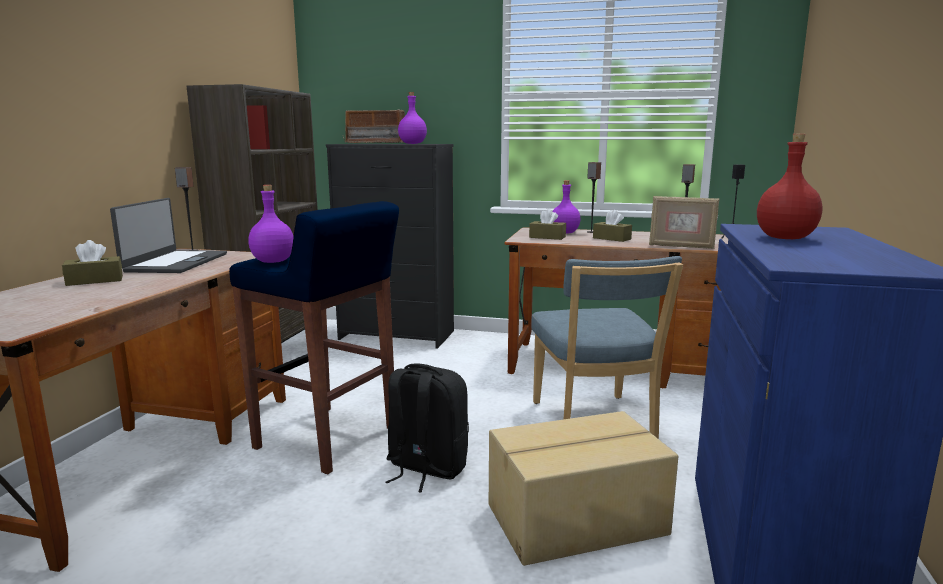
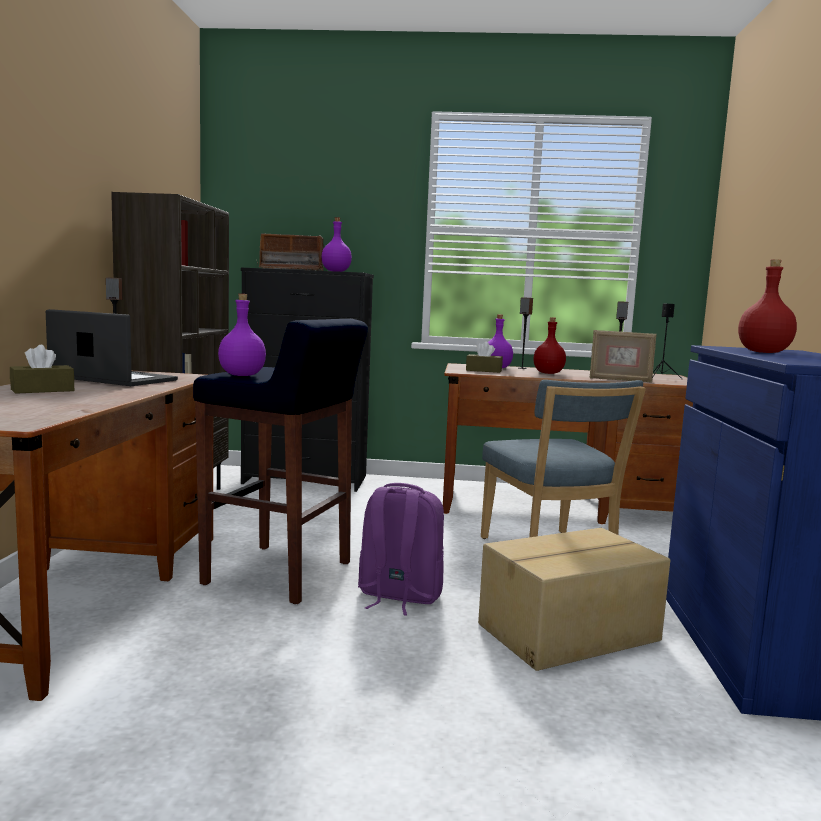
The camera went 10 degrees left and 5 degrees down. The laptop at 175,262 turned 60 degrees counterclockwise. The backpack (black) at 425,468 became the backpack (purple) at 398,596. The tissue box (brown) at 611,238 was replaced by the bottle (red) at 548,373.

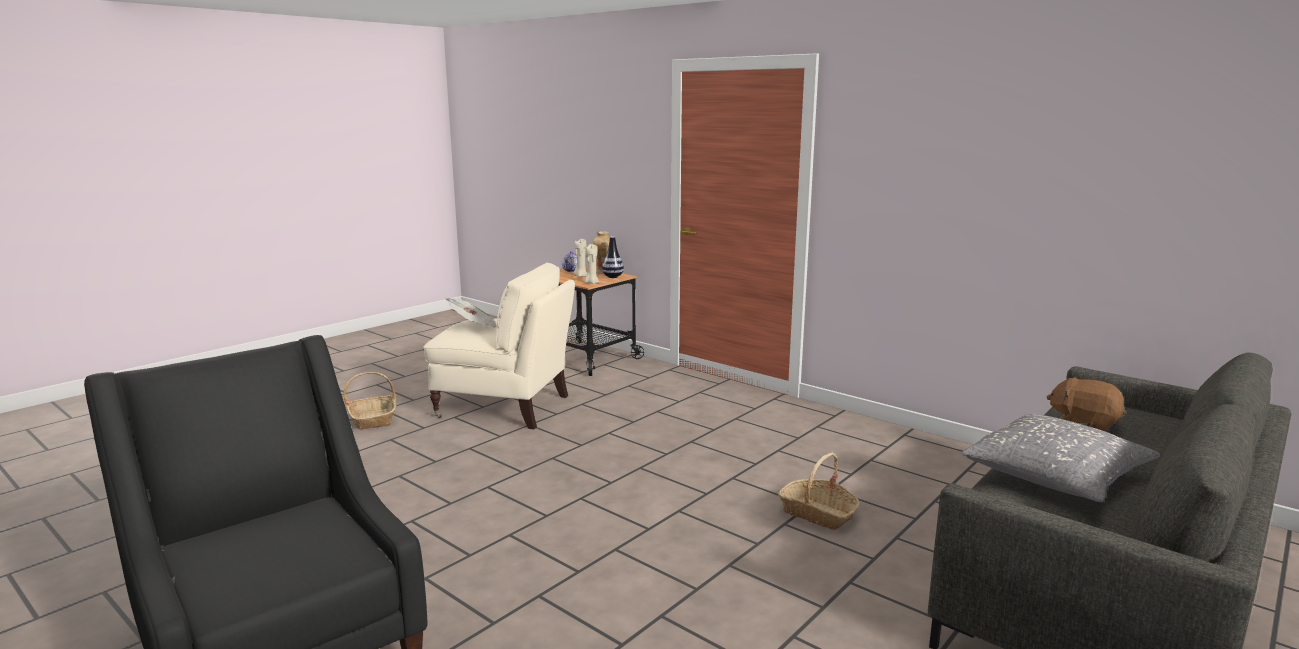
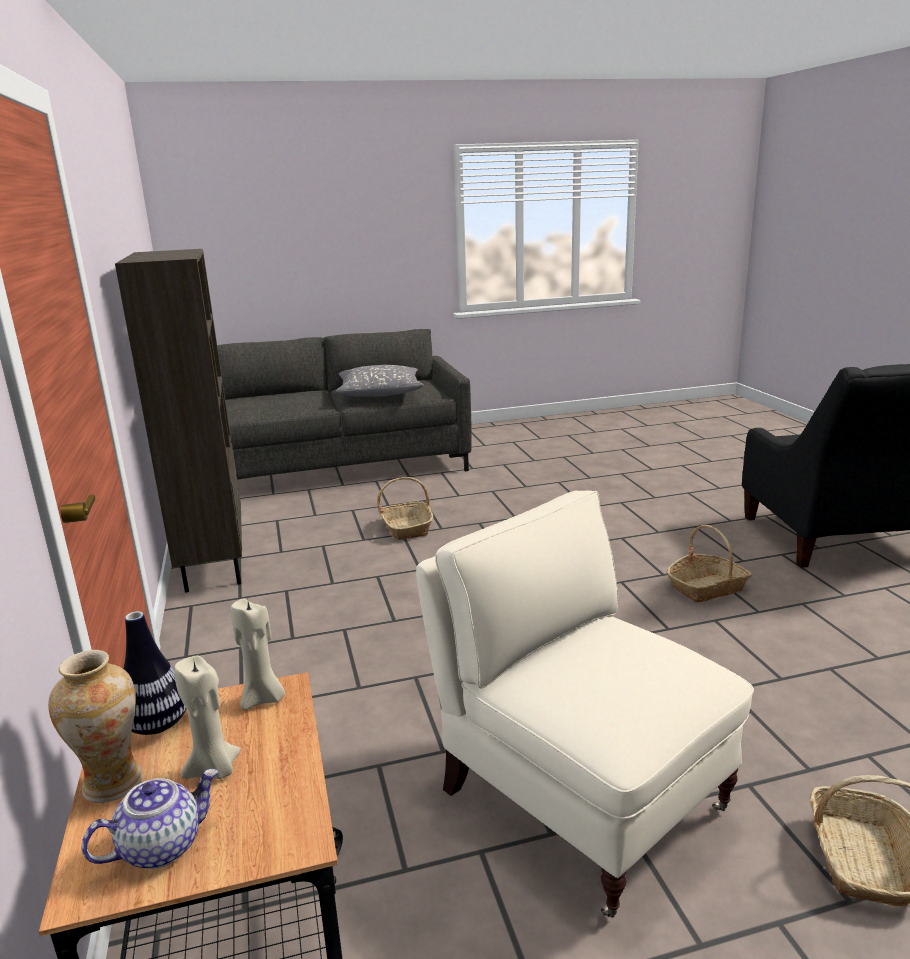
The camera went 145 degrees left and 5 degrees up. The newspaper at 474,326 disappeared. The plush toy (brown) at 1083,424 disappeared. The bookcase (brown) at 212,563 appeared. The basket at 707,588 appeared.

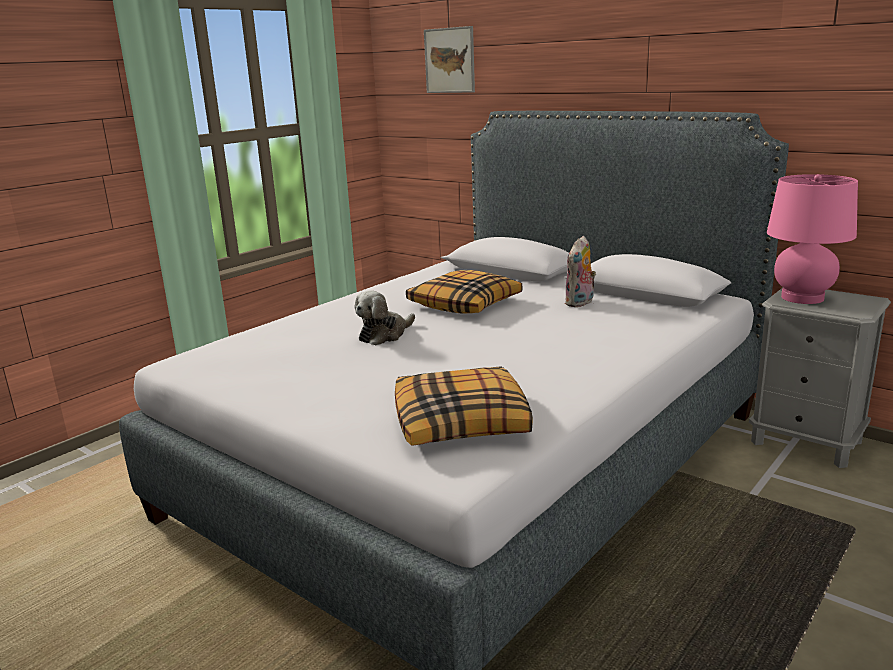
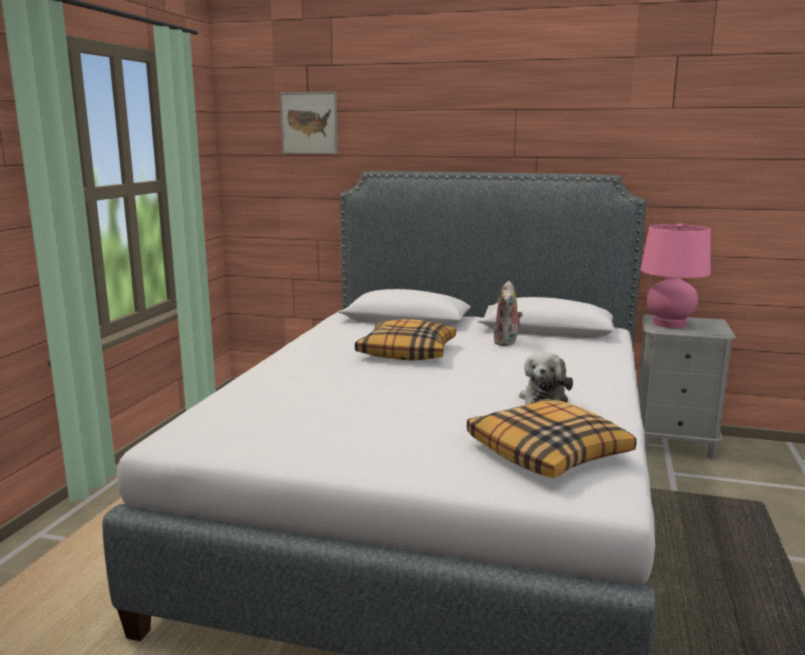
The camera went 25 degrees left and 5 degrees down. The plush toy moved from 384,335 to 544,398.

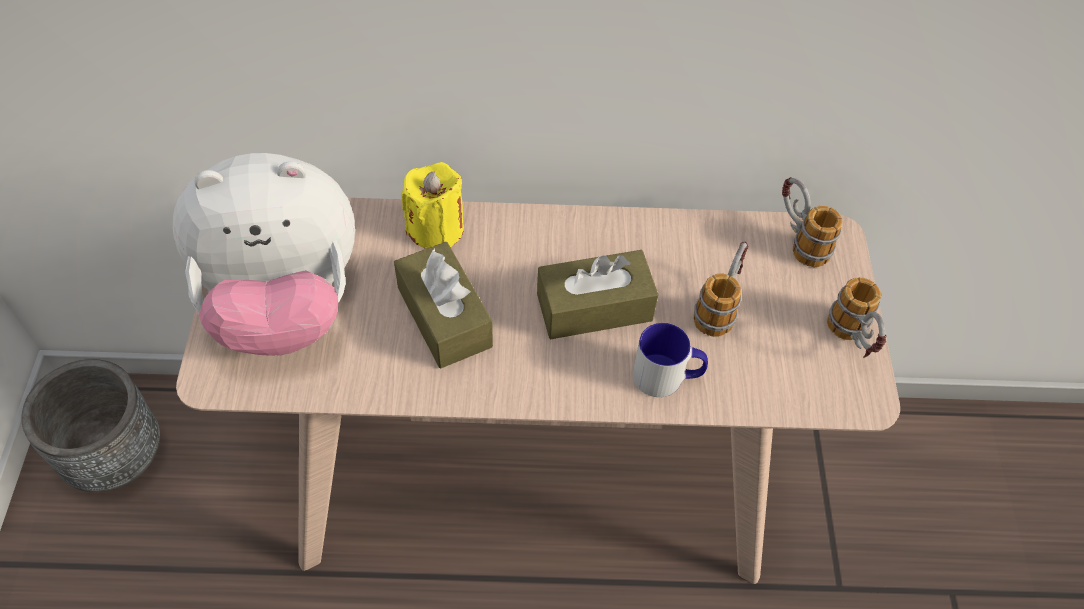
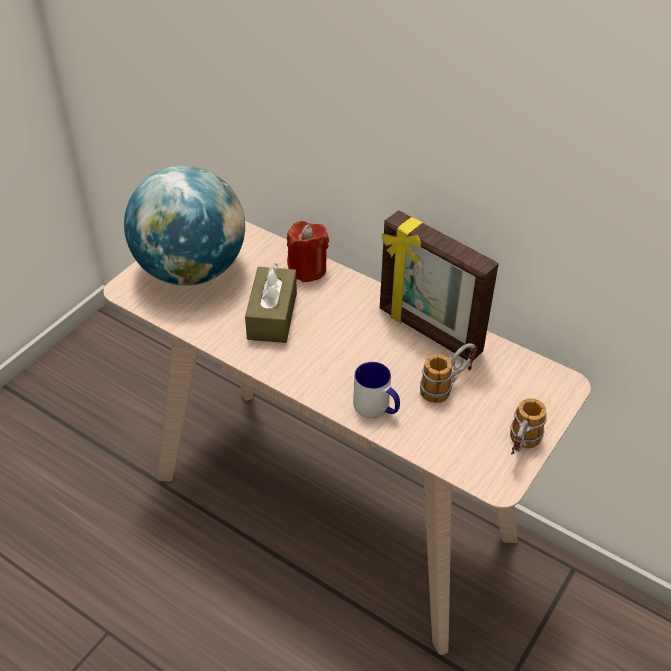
The camera went 35 degrees right and 10 degrees down. The planter (grey) at 116,456 disappeared. The plush toy at 284,305 was replaced by the globe at 191,270. The candle (yellow) at 436,229 became the candle (red) at 307,269. The tissue box (brown) at 594,307 disappeared. The mug at 798,240 disappeared. The picture frame at 428,332 appeared.

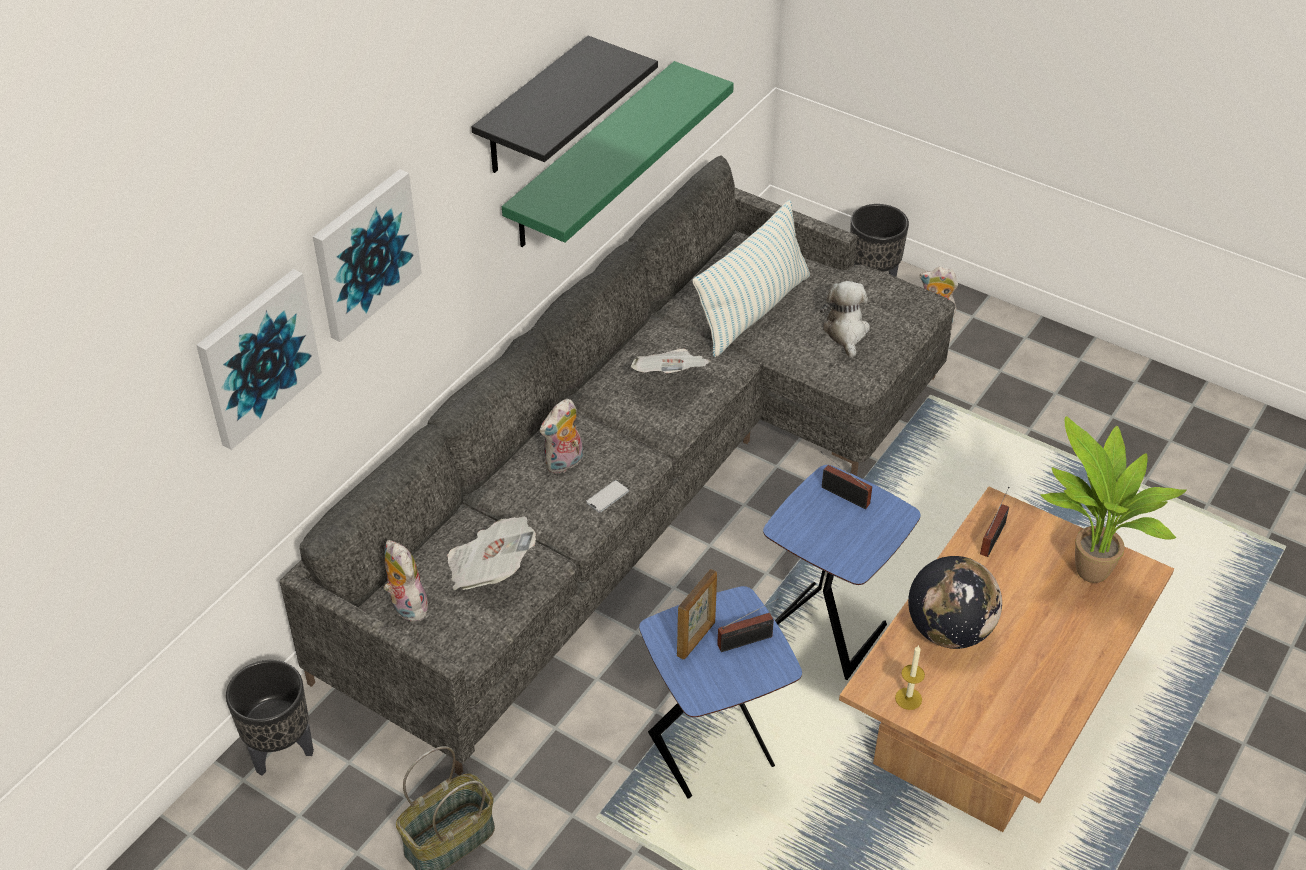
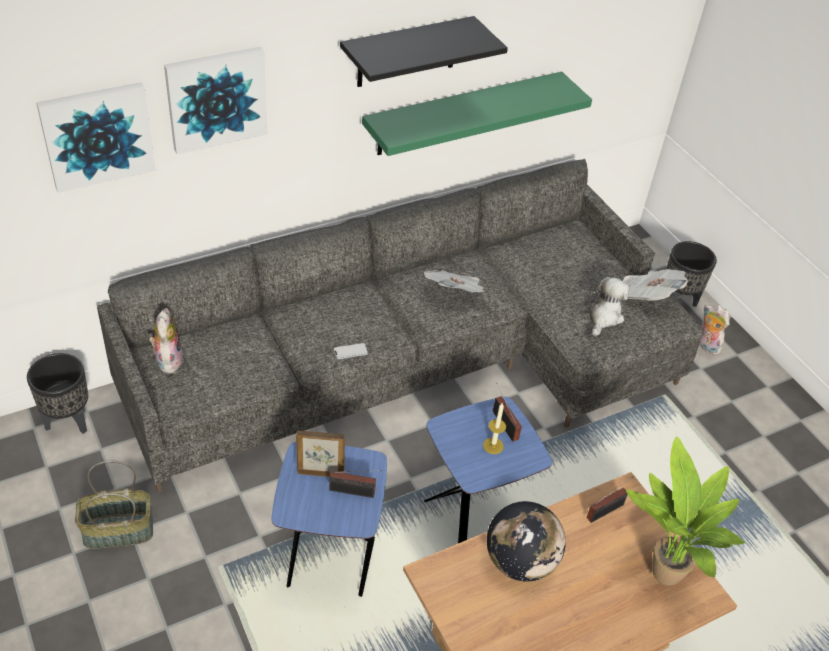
The camera went 25 degrees right and 0 degrees up. The newspaper moved from 490,569 to 647,296. The plush toy at 564,464 disappeared. The picture frame at 696,639 turned 150 degrees counterclockwise. The pillow at 753,310 disappeared. The candle moved from 908,698 to 493,446.

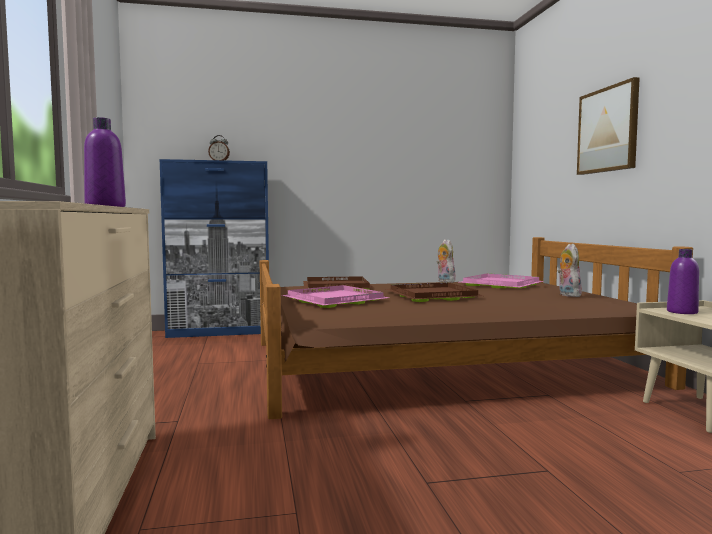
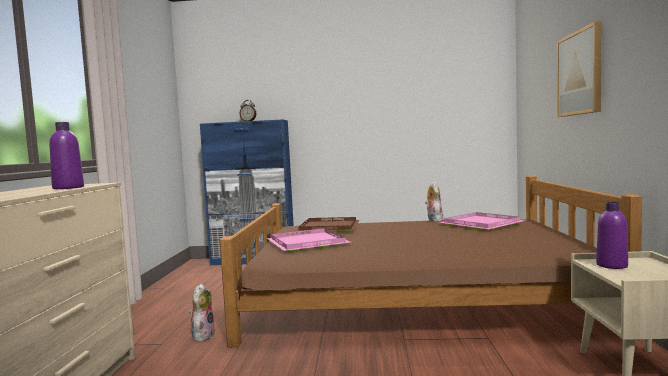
The camera went 15 degrees right and 0 degrees up. The tray (brown) at 431,296 disappeared. The plush toy moved from 567,295 to 202,336.

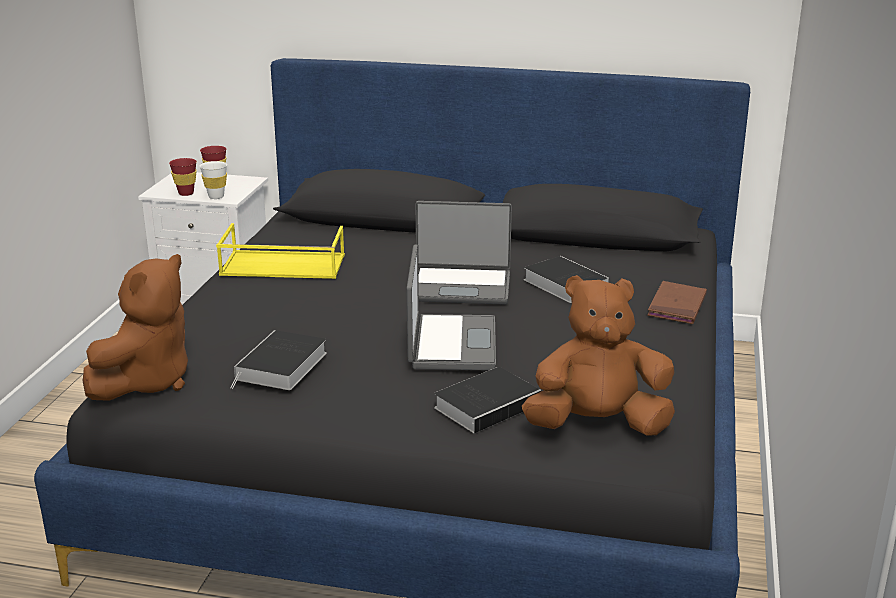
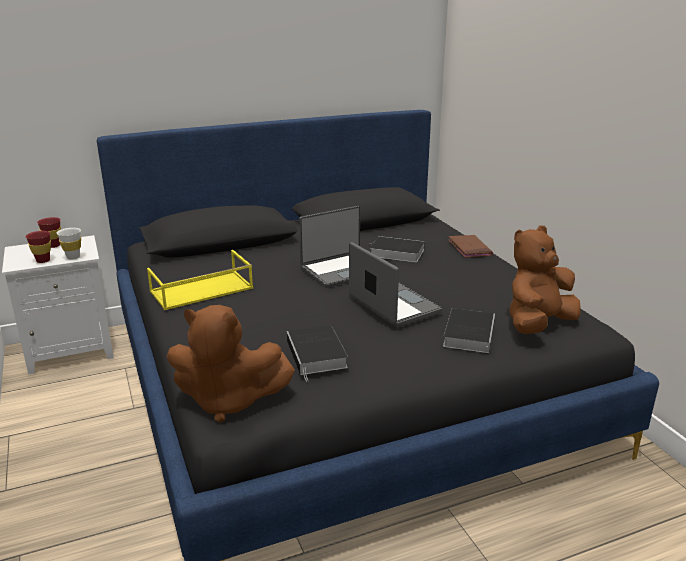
The camera went 35 degrees left and 0 degrees up. The plush toy (brown) at 147,381 turned 105 degrees clockwise.

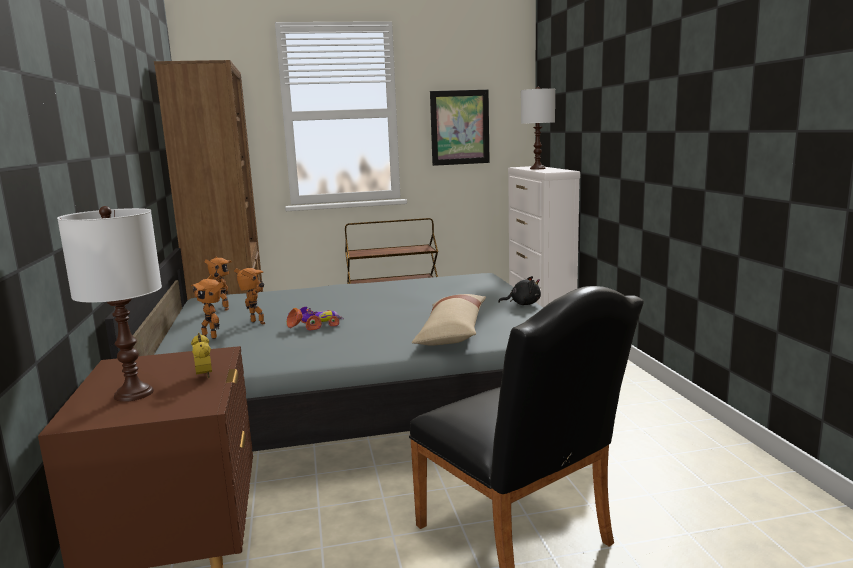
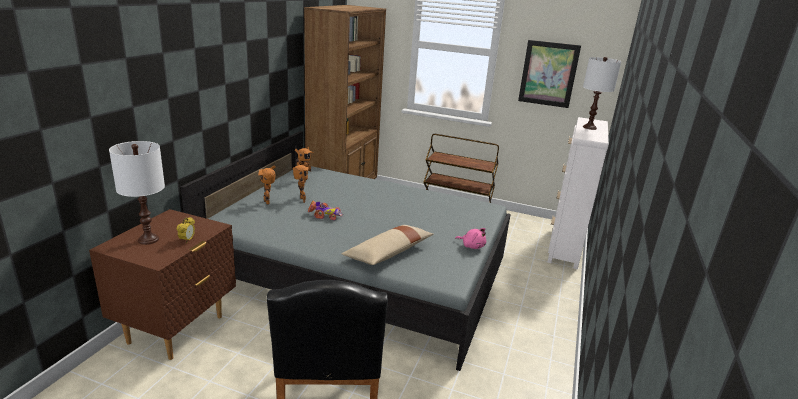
The camera went 30 degrees right and 10 degrees up. The plush toy (black) at 523,304 became the plush toy (pink) at 472,246.

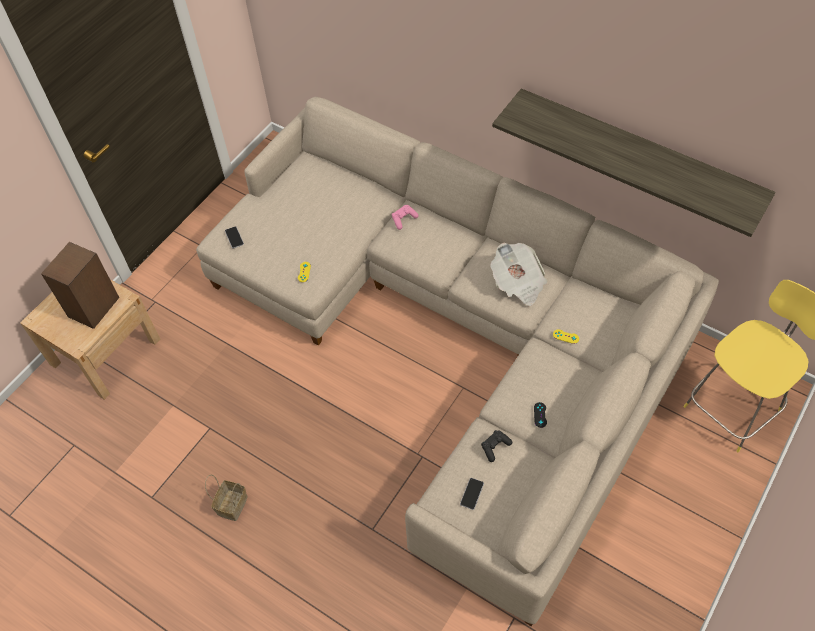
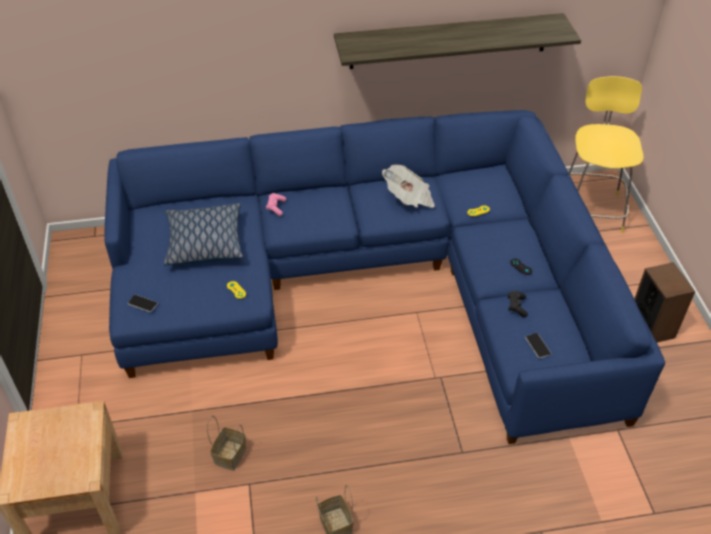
The camera went 45 degrees left and 10 degrees down. The speaker moved from 94,307 to 651,326. The sofa (beige) at 457,335 became the sofa (blue) at 373,282. The pillow at 204,242 appeared. The basket at 230,454 appeared.

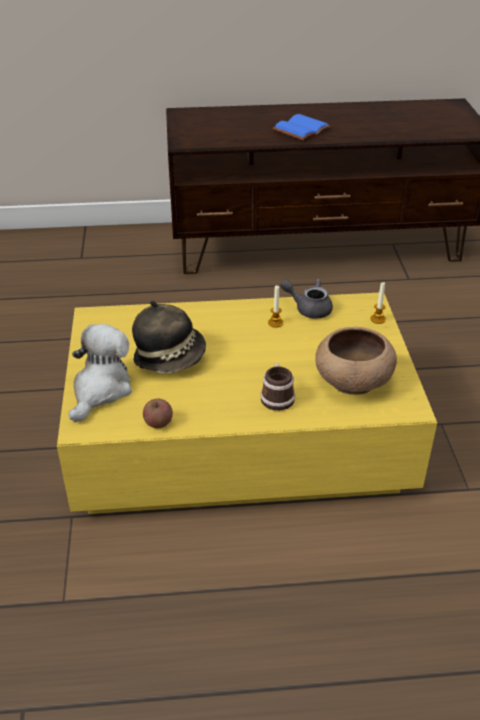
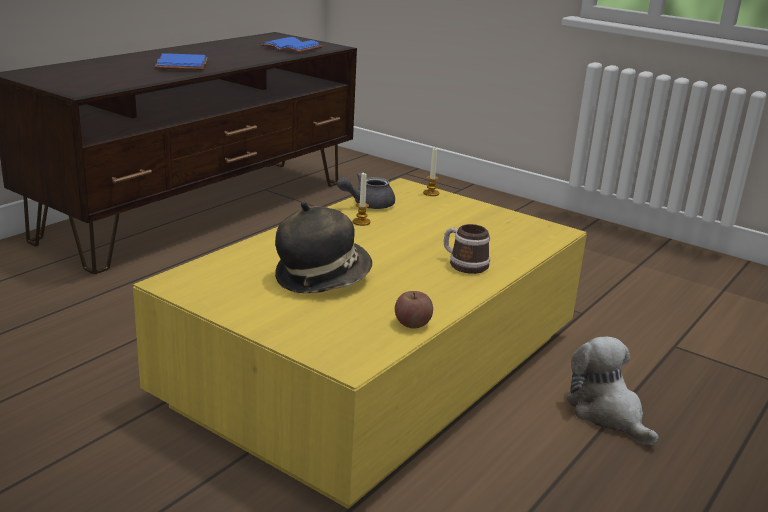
The camera went 50 degrees left and 15 degrees down. The plush toy moved from 100,390 to 607,414. The bowl (brown) at 352,381 disappeared. The book (blue) at 293,48 appeared.

